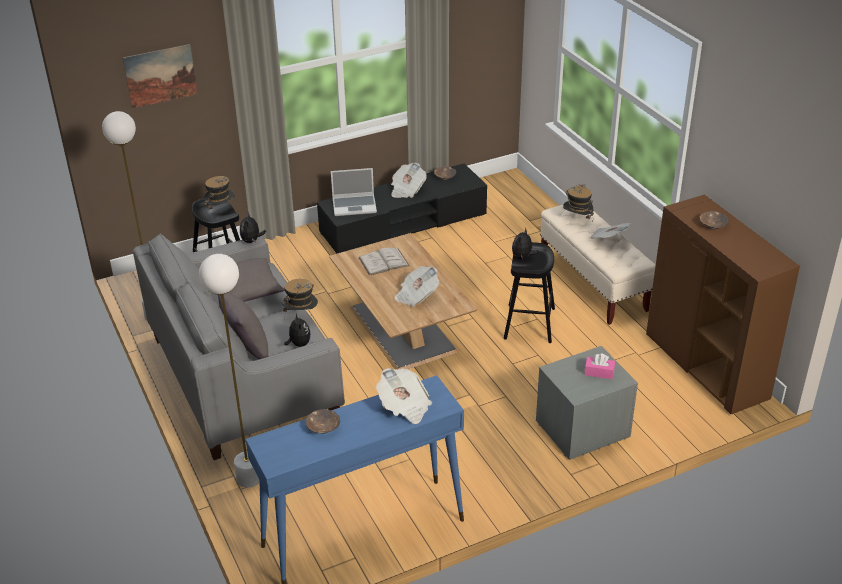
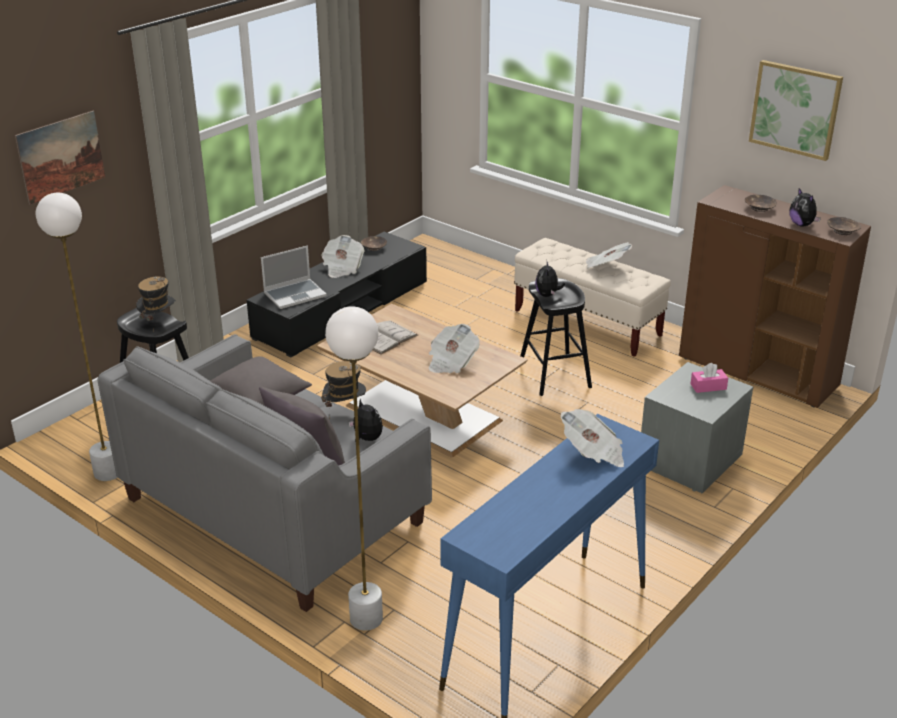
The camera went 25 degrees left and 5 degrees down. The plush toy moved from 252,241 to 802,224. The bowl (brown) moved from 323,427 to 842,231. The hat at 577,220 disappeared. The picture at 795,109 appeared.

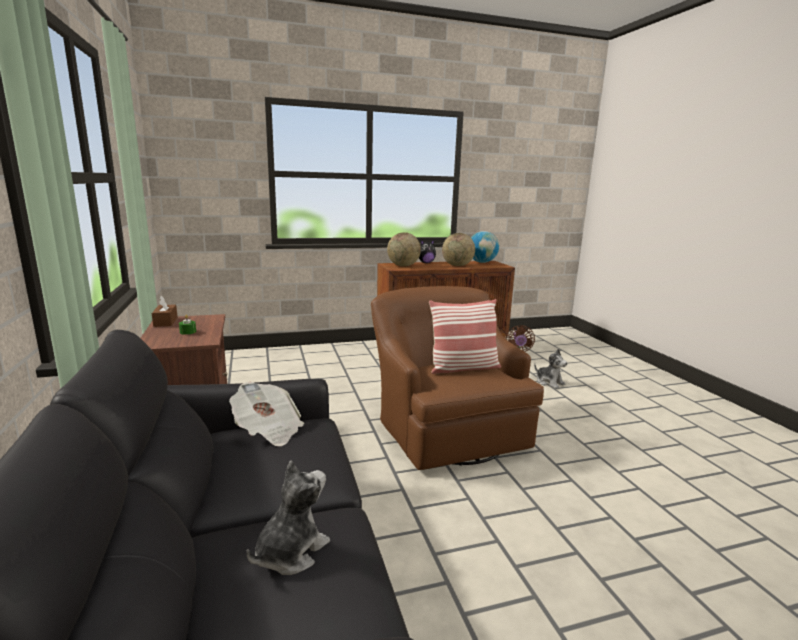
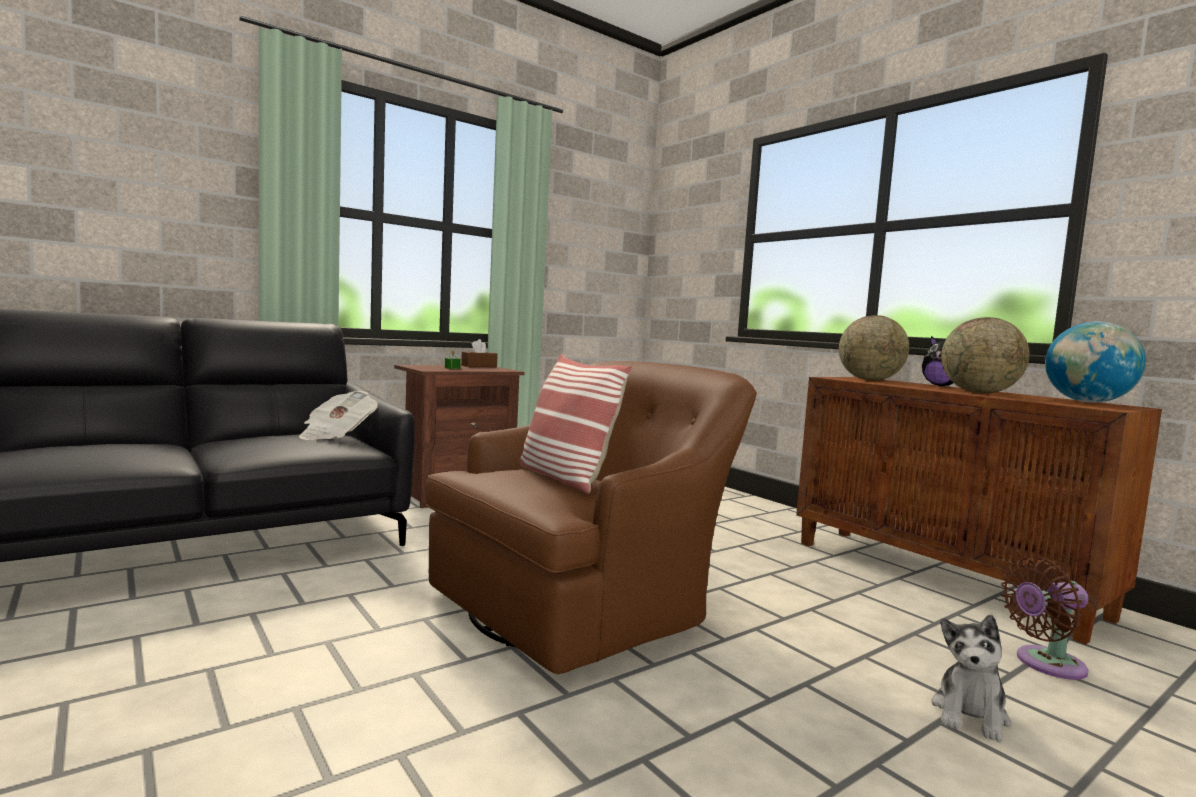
The camera went 70 degrees right and 10 degrees down. The plush toy at 290,552 disappeared.

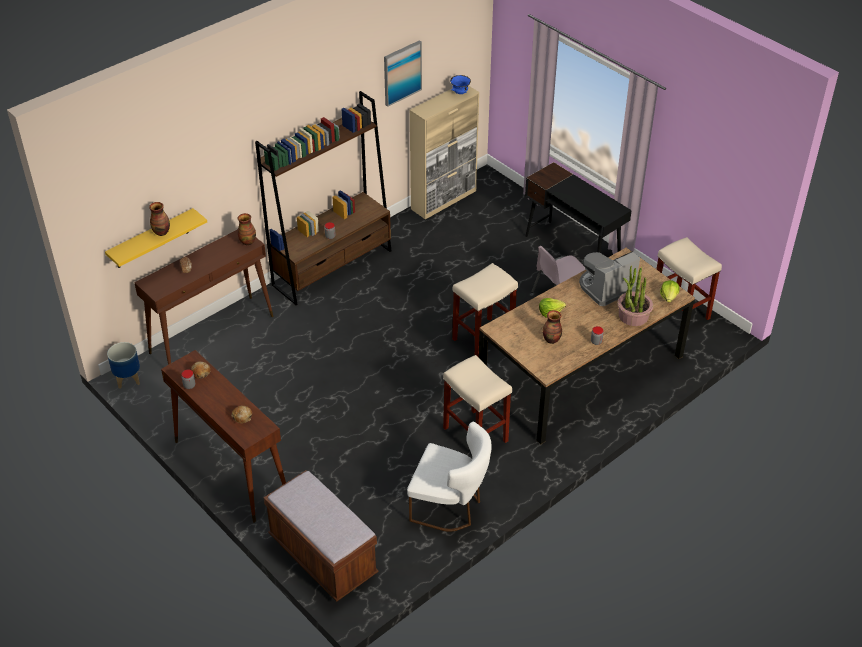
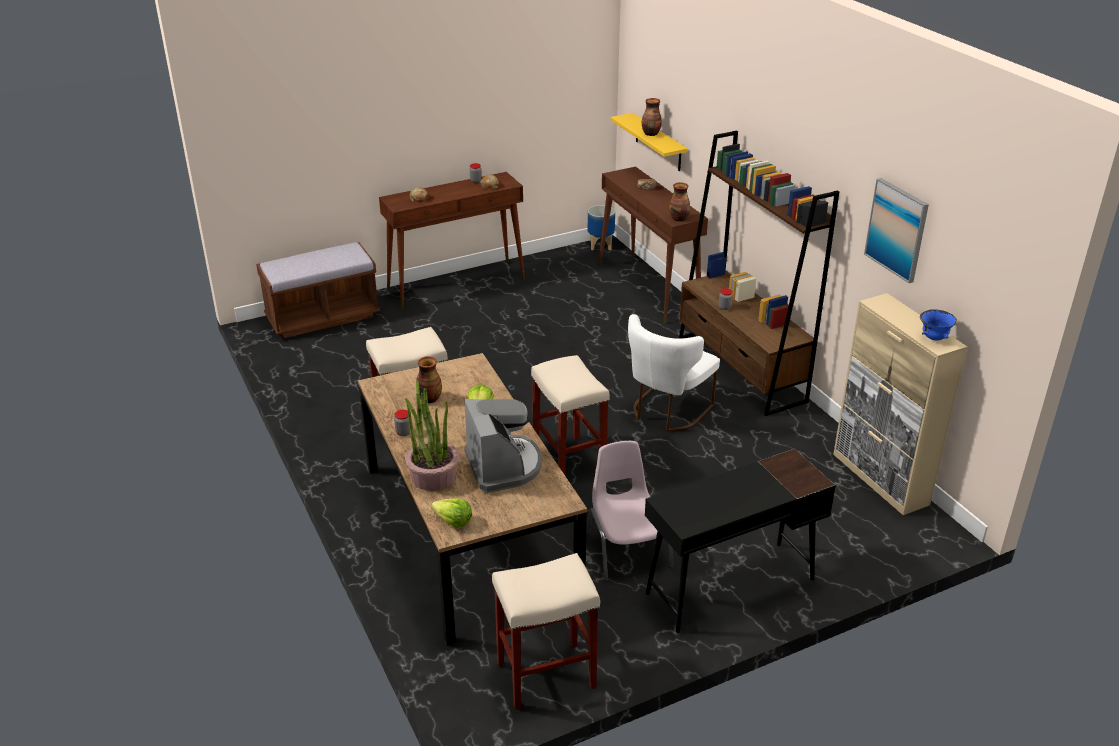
The camera went 105 degrees right and 10 degrees down. The chair (white) moved from 450,507 to 666,411.

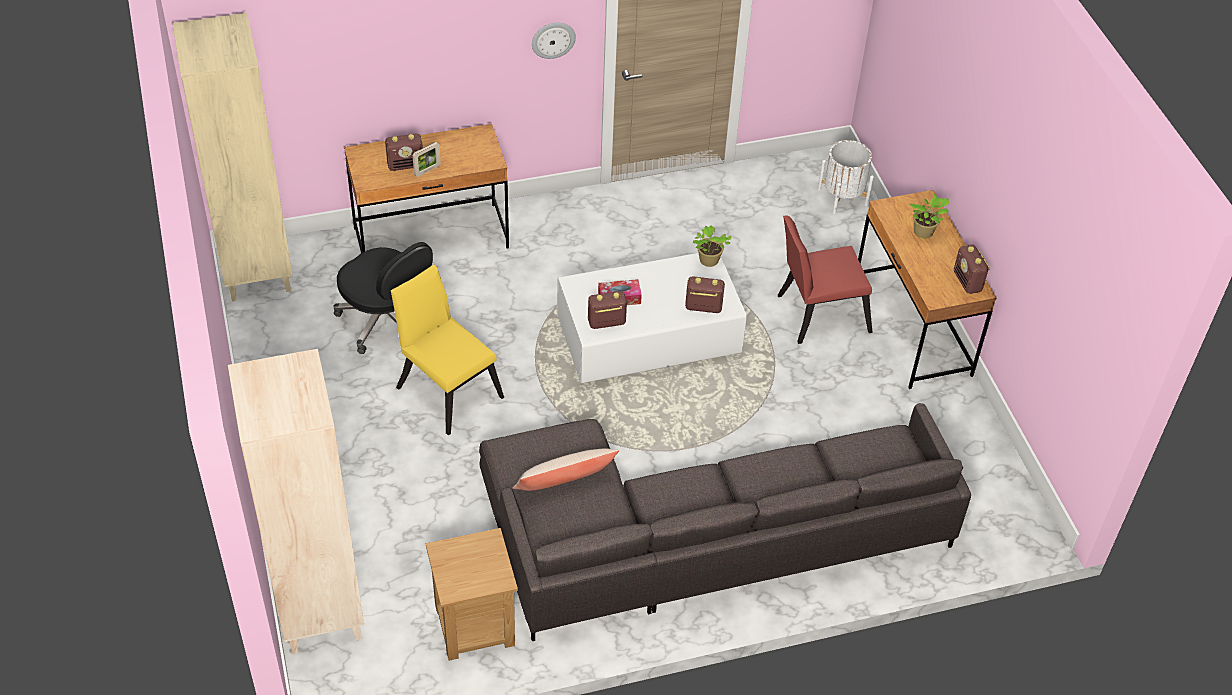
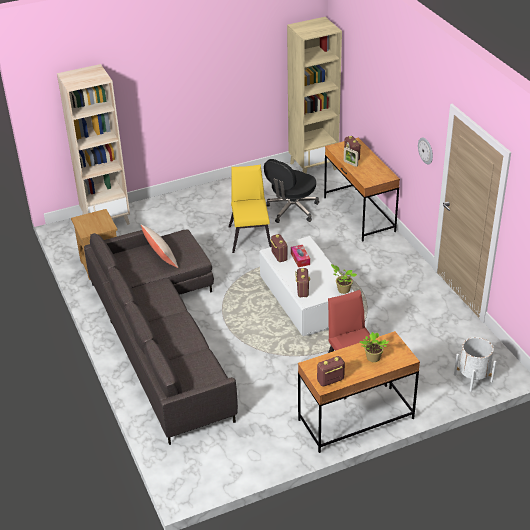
The camera went 85 degrees right and 10 degrees down. The chair (yellow) at 446,388 turned 45 degrees counterclockwise.

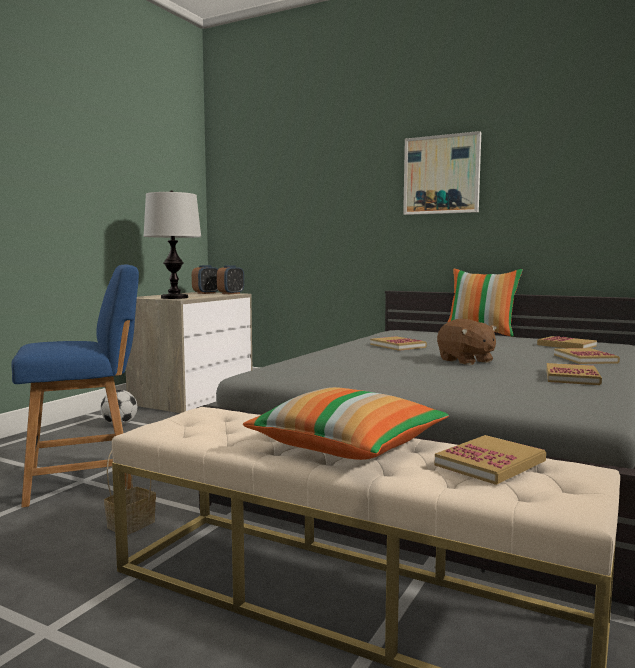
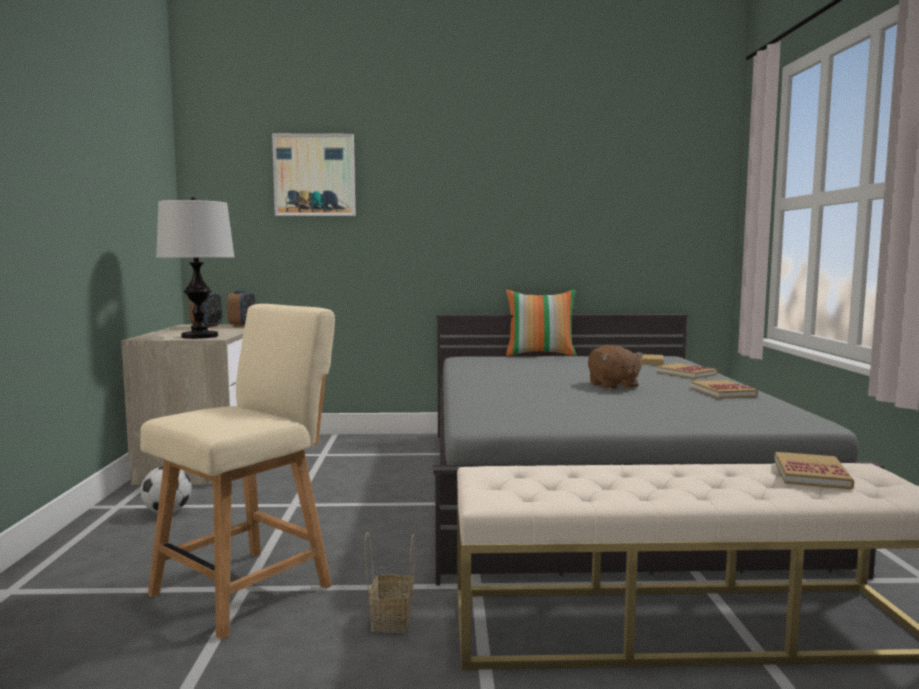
The camera went 30 degrees left and 0 degrees up. The chair (blue) at 87,480 became the chair (beige) at 249,587. The pillow at 348,447 disappeared. The book at 397,346 disappeared. The picture moved from 441,175 to 314,175. The plush toy (brown) at 466,361 turned 45 degrees clockwise.

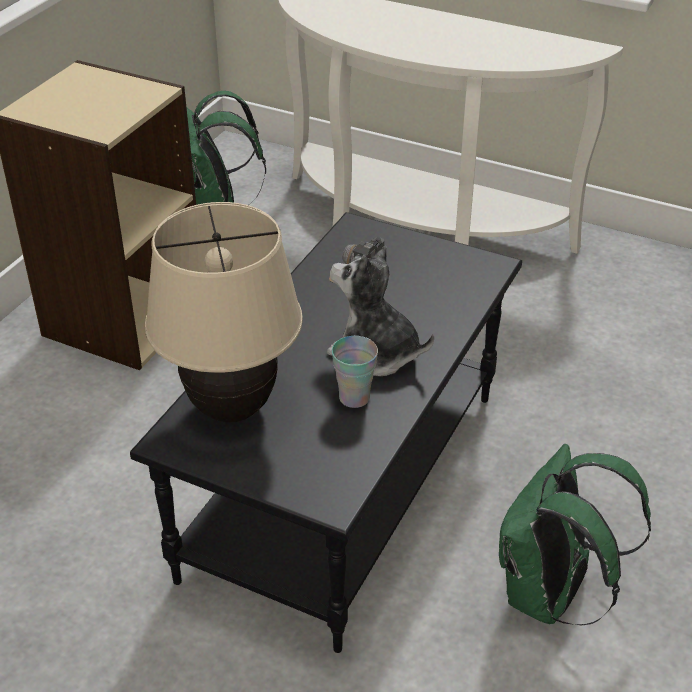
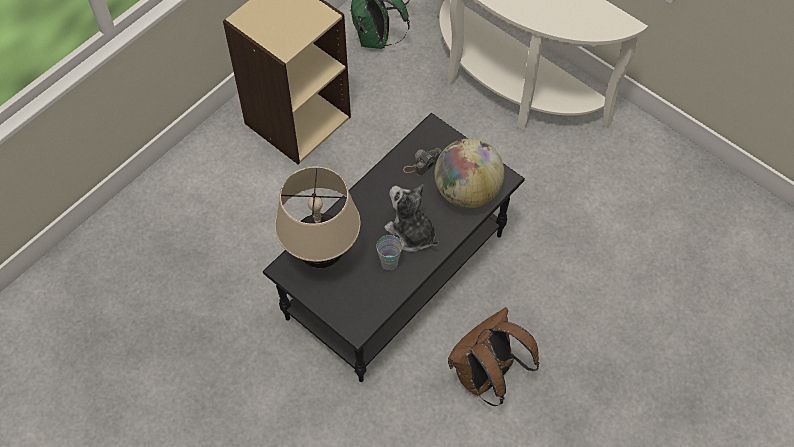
The camera went 15 degrees right and 20 degrees up. The backpack (green) at 550,595 became the backpack (brown) at 486,376. The globe at 467,191 appeared.

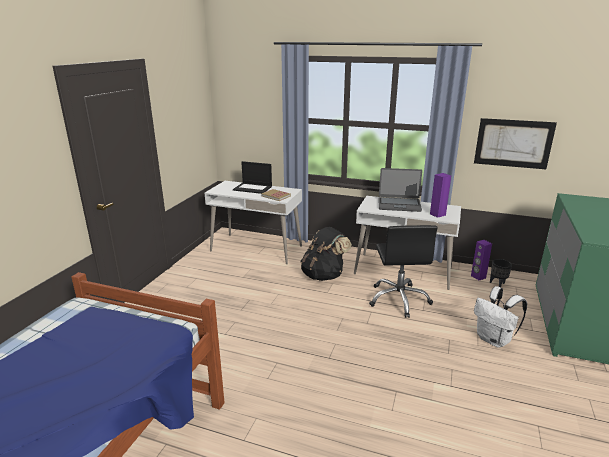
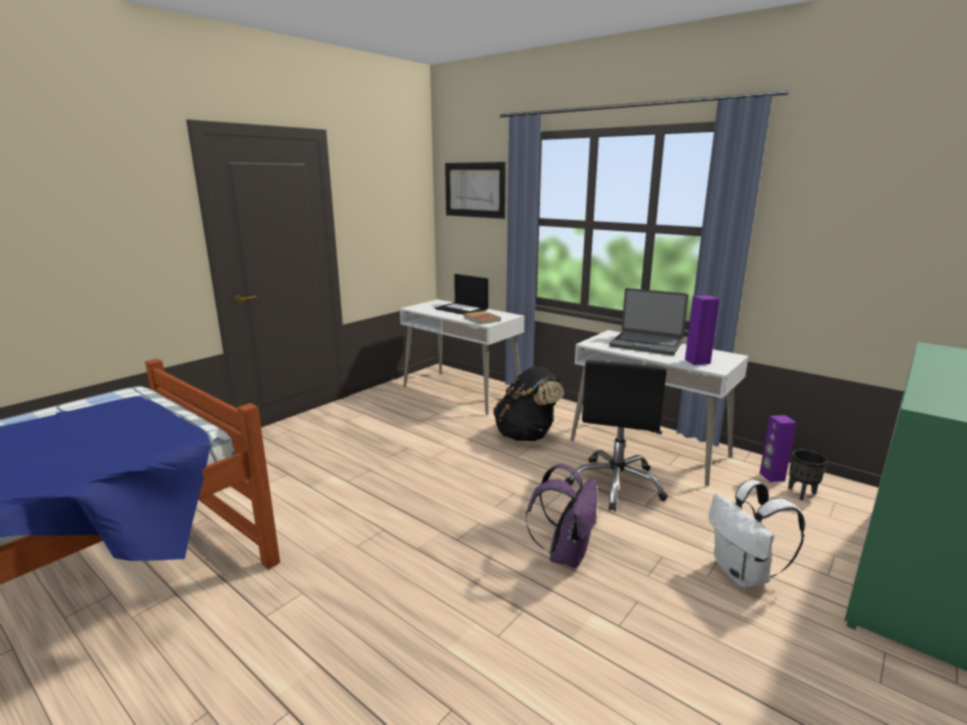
The camera went 20 degrees right and 5 degrees down. The picture moved from 513,143 to 474,190. The backpack (purple) at 565,554 appeared.

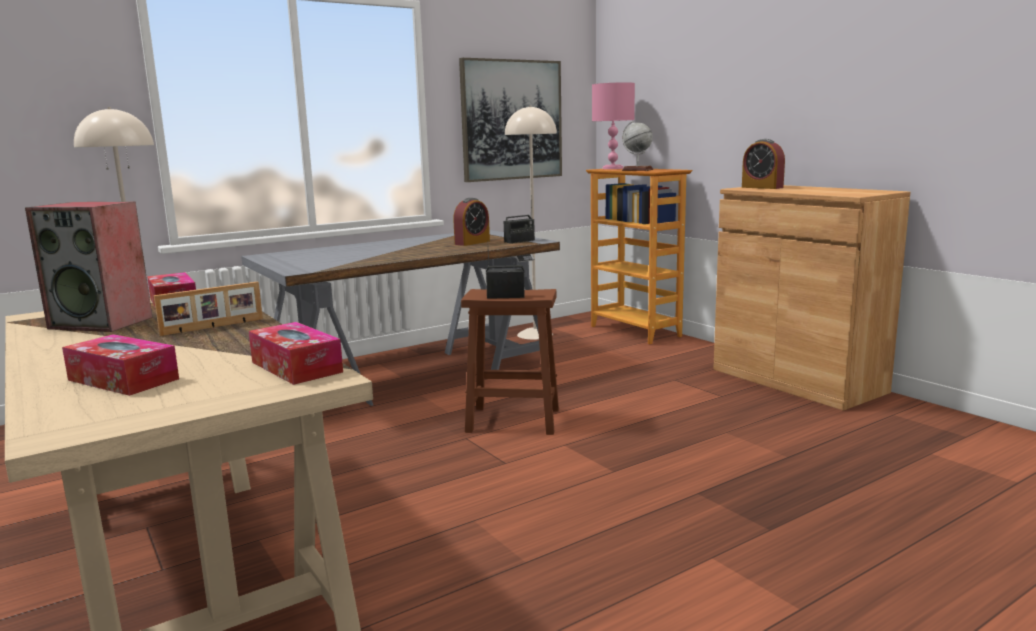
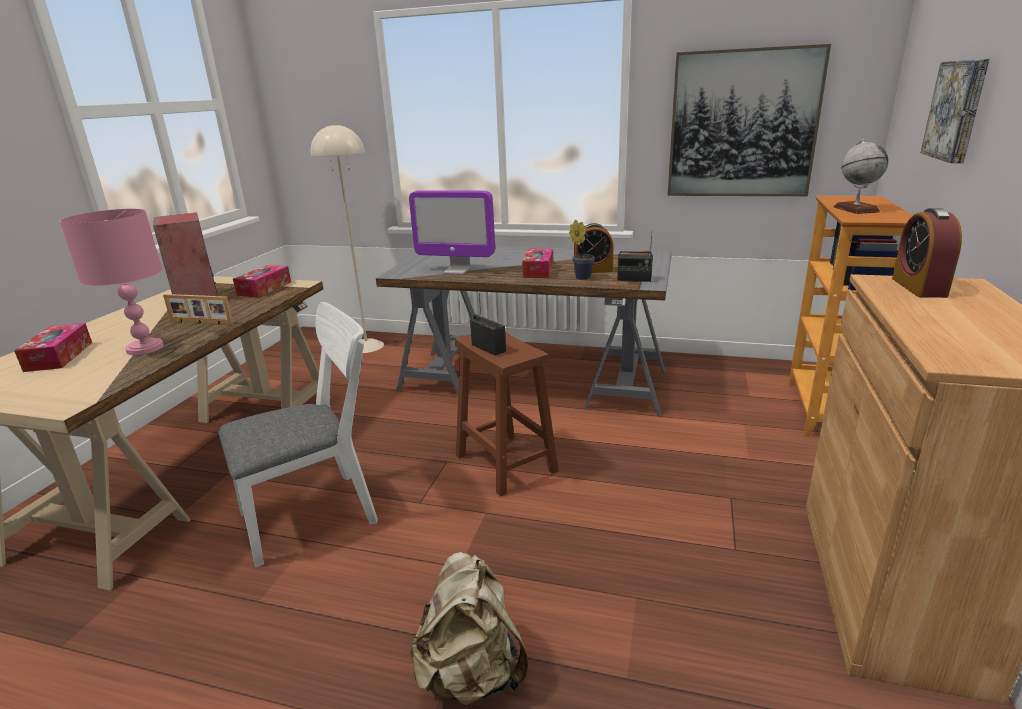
The camera went 50 degrees right and 10 degrees up. The tissue box moved from 296,367 to 538,270. The floor lamp (beige) at 535,334 disappeared. The table lamp (pink) moved from 613,168 to 144,348. The chair (white) at 319,513 appeared. The monitor at 456,270 appeared. The backpack (beige) at 471,674 appeared. The potted plant at 581,277 appeared. The picture at 958,110 appeared.

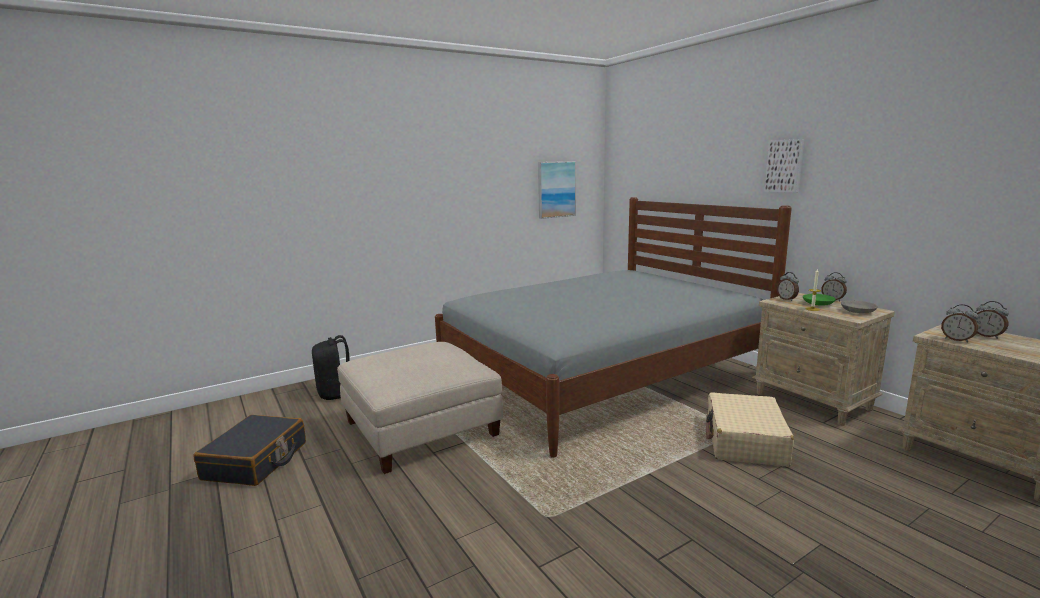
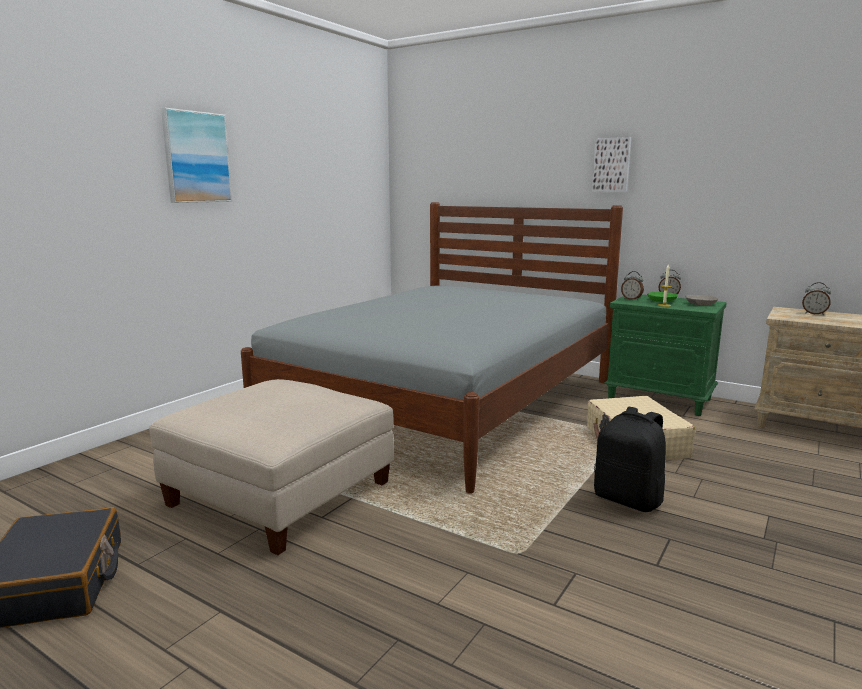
The camera went 25 degrees left and 0 degrees up. The backpack (black) moved from 335,393 to 628,499. The picture moved from 556,189 to 196,157. The nightstand (beige) at 813,401 became the nightstand (green) at 660,399. The alarm clock at 957,340 disappeared.

